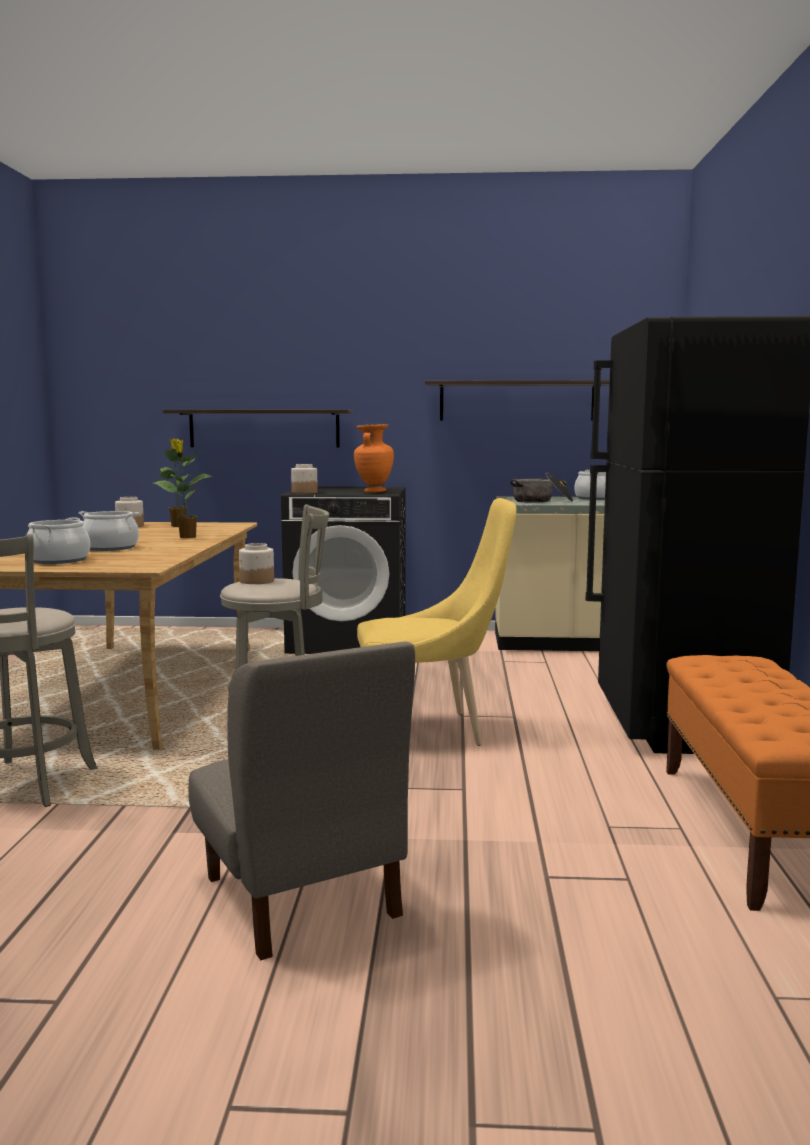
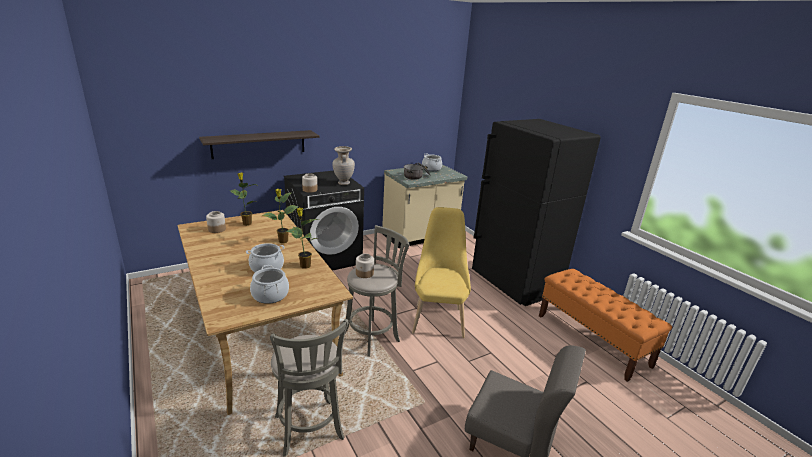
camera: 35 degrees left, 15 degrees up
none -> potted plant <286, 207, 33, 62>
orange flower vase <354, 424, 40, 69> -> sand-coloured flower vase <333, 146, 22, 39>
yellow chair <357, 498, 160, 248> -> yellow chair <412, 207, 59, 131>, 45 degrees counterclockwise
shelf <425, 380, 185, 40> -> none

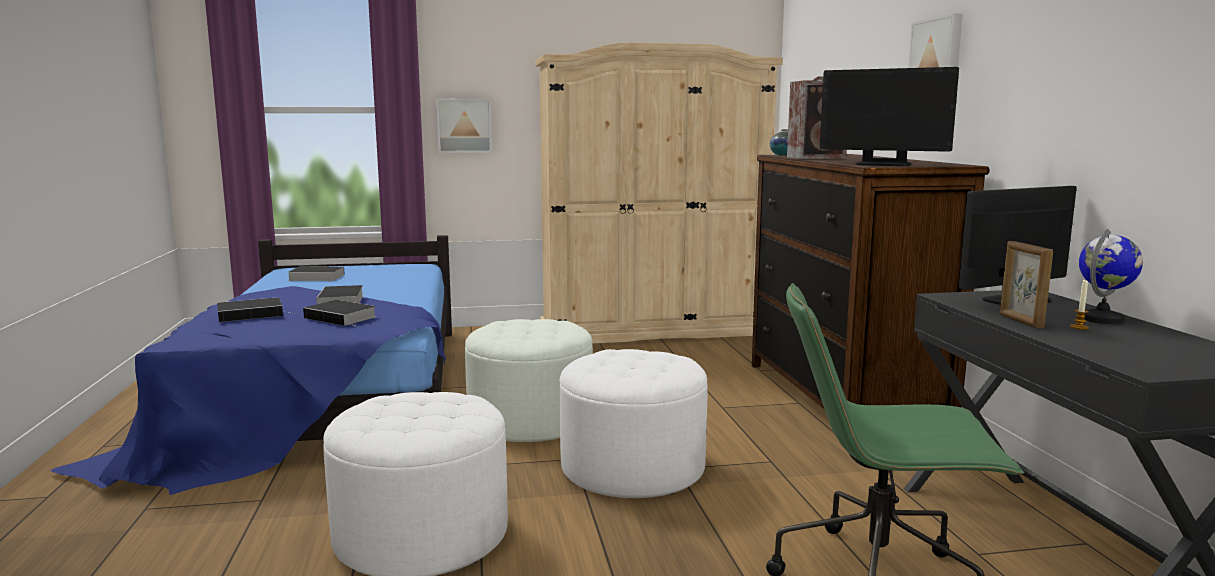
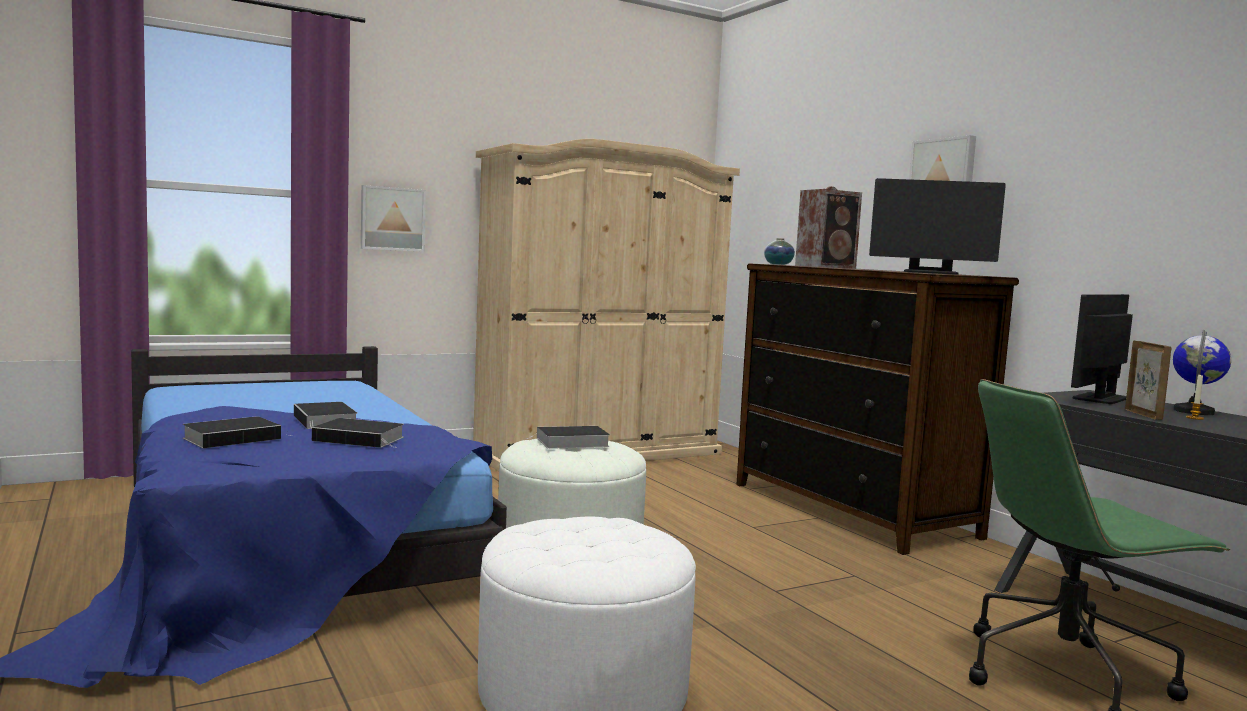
camera: 20 degrees left, 5 degrees down
bound book <287, 267, 58, 14> -> bound book <526, 426, 84, 23>, move
standing frame <1000, 241, 53, 88> -> standing frame <1125, 341, 46, 79>, 150 degrees counterclockwise
white-coloured ottoman <559, 349, 149, 149> -> none

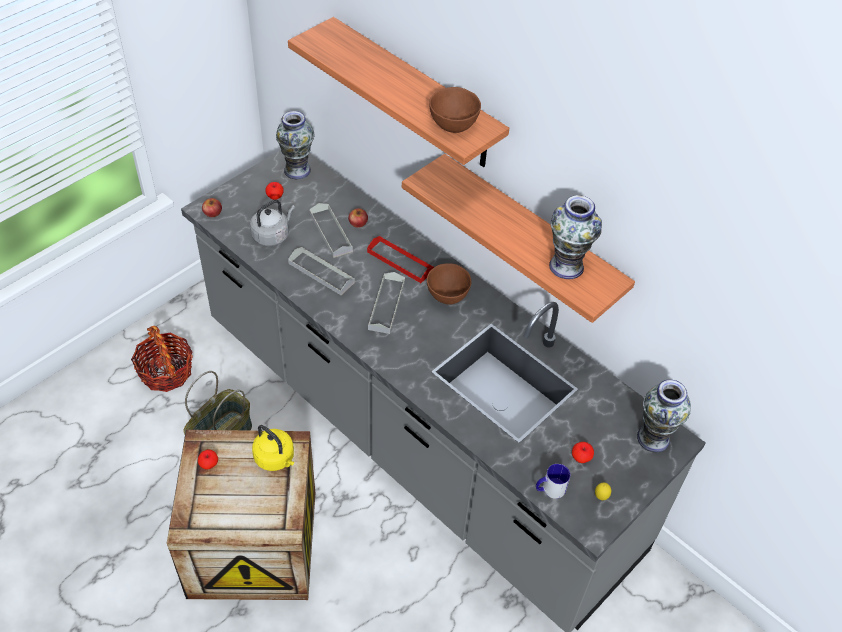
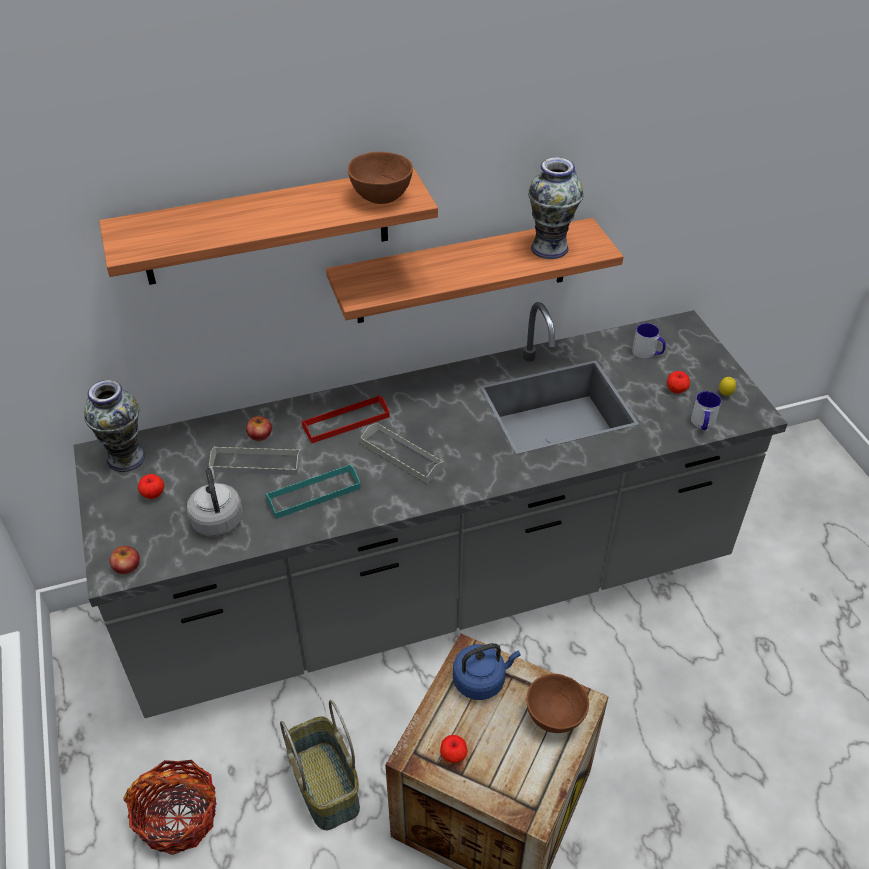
camera: 60 degrees left, 5 degrees down
grey tray <288, 247, 67, 48> -> blue-green tray <265, 464, 96, 55>
yellow water kettle <252, 425, 42, 46> -> blue-coloured water kettle <453, 643, 67, 57>
brown-coloured serving bowl <427, 263, 44, 42> -> brown-coloured serving bowl <526, 674, 63, 59>, move
none -> coffee mug <632, 323, 34, 36>
flower vase <637, 380, 54, 72> -> none

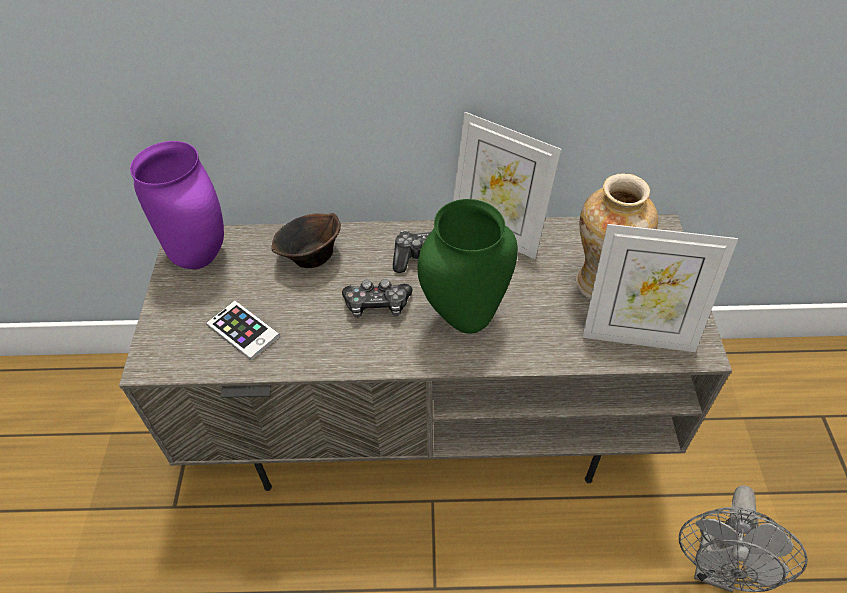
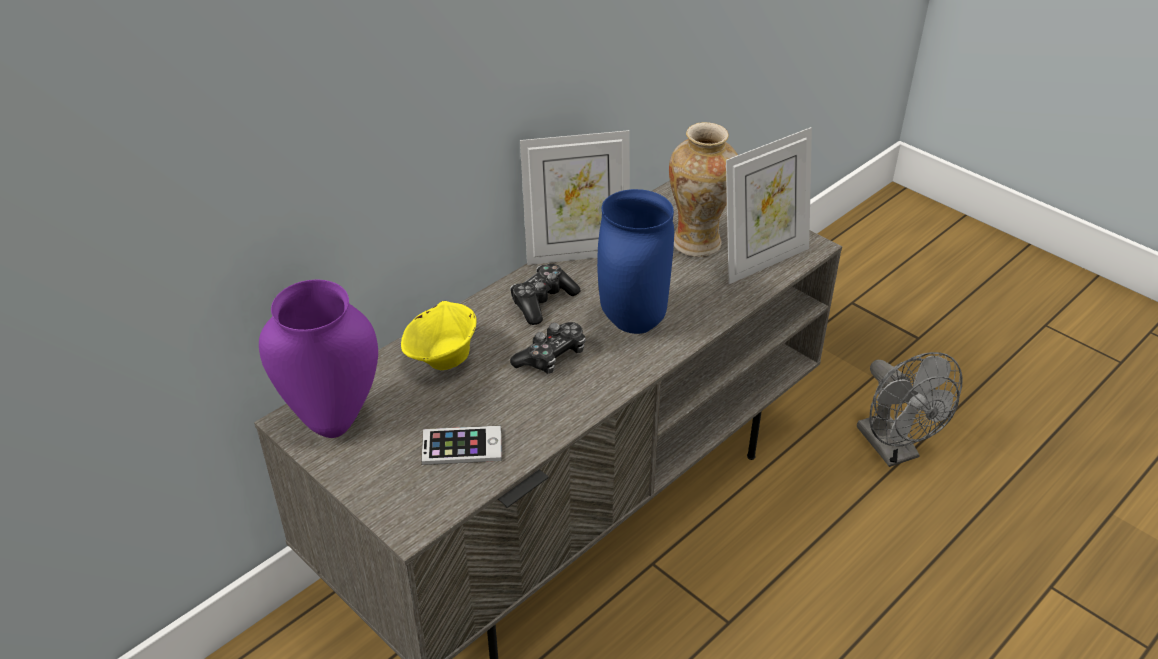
camera: 45 degrees left, 10 degrees down
brown-coloured serving bowl <272, 213, 69, 55> -> yellow serving bowl <401, 301, 76, 69>
green flower vase <418, 199, 100, 135> -> blue-coloured flower vase <597, 189, 77, 145>

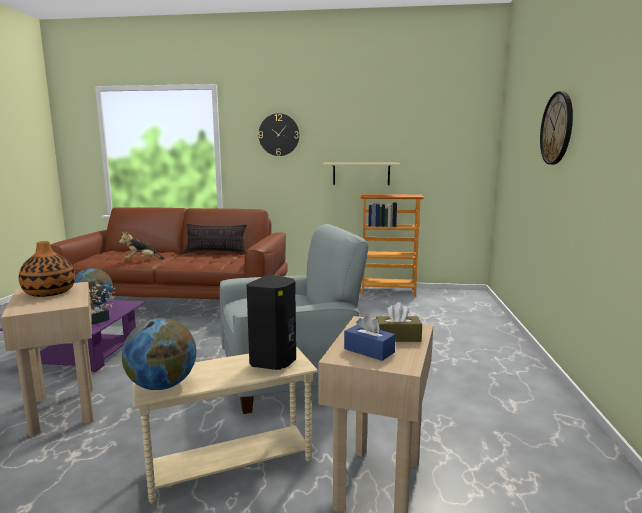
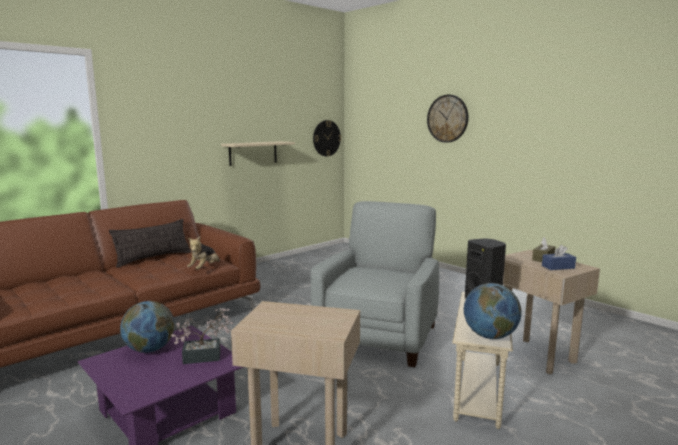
camera: 50 degrees left, 0 degrees up
cuddly toy <119, 232, 46, 27> -> cuddly toy <187, 236, 33, 33>, move
hanging clock <259, 113, 40, 43> -> hanging clock <313, 120, 28, 36>, move
flower vase <19, 241, 56, 56> -> none
bookshelf <360, 194, 65, 103> -> none

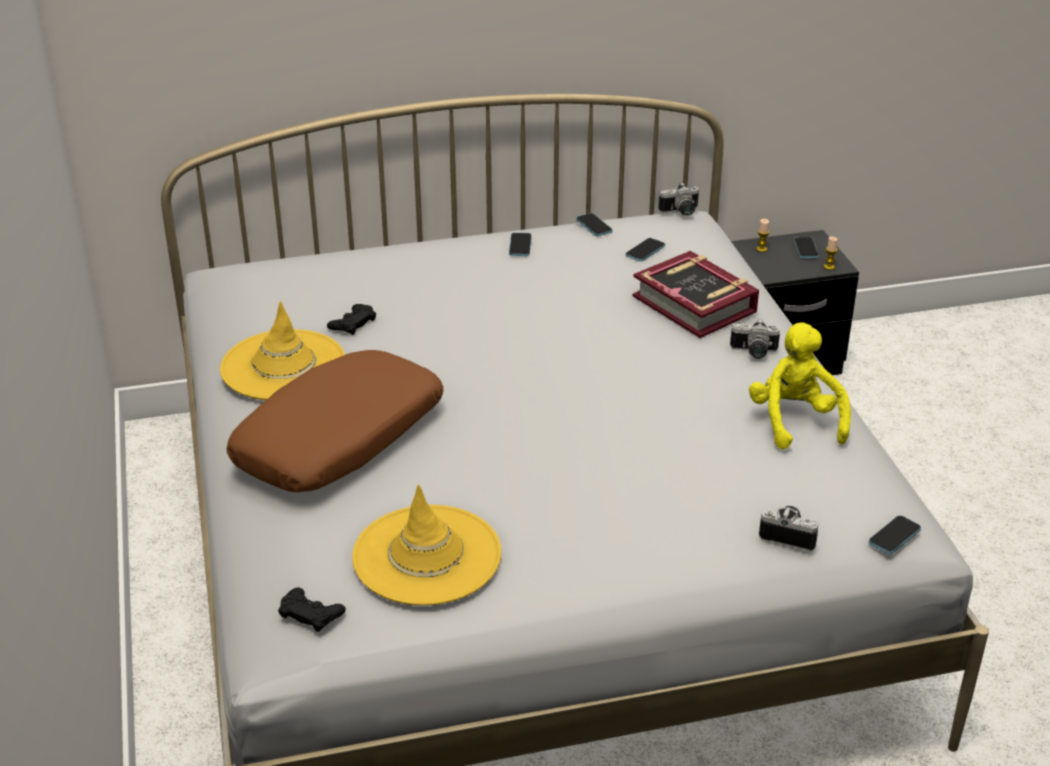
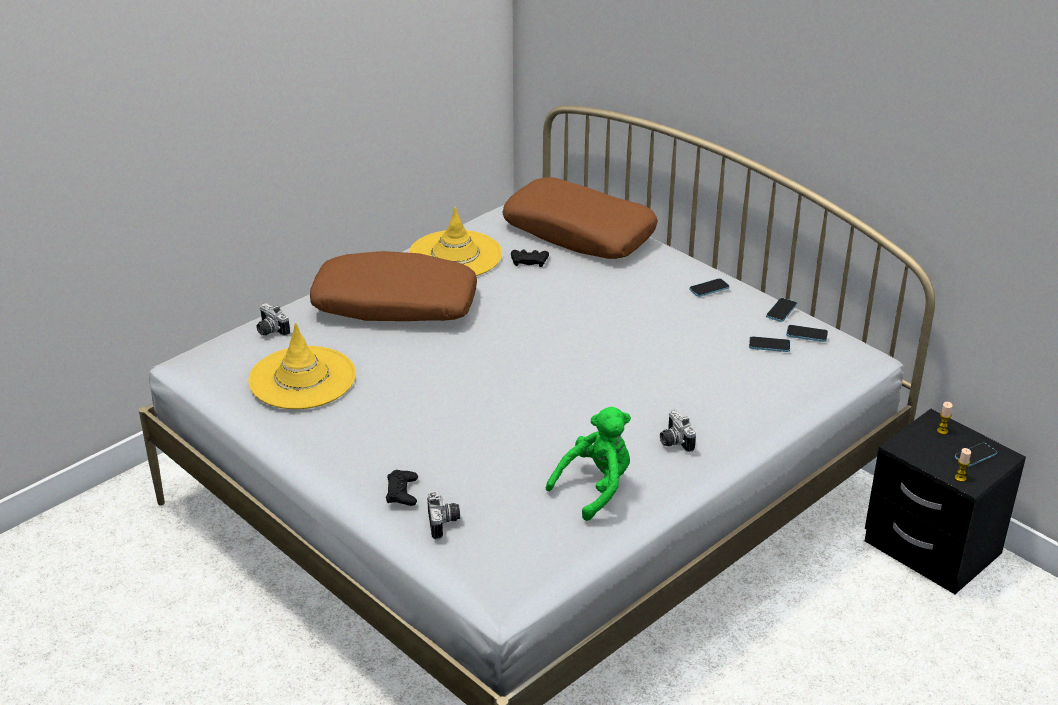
camera: 60 degrees right, 0 degrees up
still camera <658, 182, 41, 34> -> still camera <256, 303, 34, 33>, move
black-coloured game controller <278, 587, 68, 45> -> black-coloured game controller <386, 470, 32, 36>, move
none -> brown-coloured throw pillow <502, 177, 156, 82>
yellow cuddly toy <749, 322, 102, 128> -> green cuddly toy <546, 407, 85, 114>
handset <869, 515, 52, 39> -> handset <786, 325, 42, 17>, move
bound book <633, 251, 126, 87> -> none

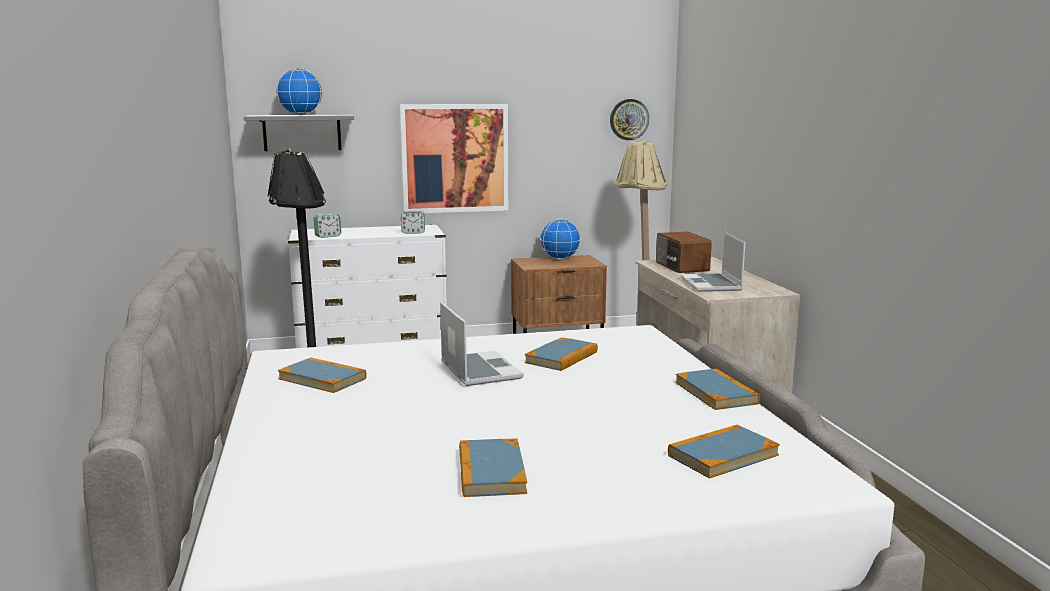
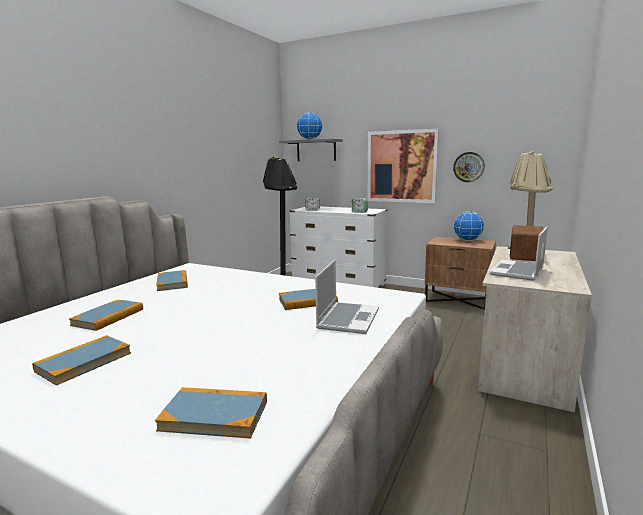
camera: 40 degrees right, 0 degrees up
bound book <675, 369, 85, 41> -> bound book <69, 300, 74, 31>, move
notebook computer <440, 302, 84, 84> -> notebook computer <315, 260, 64, 74>, move
hanging clock <610, 99, 39, 41> -> hanging clock <453, 152, 32, 30>, move

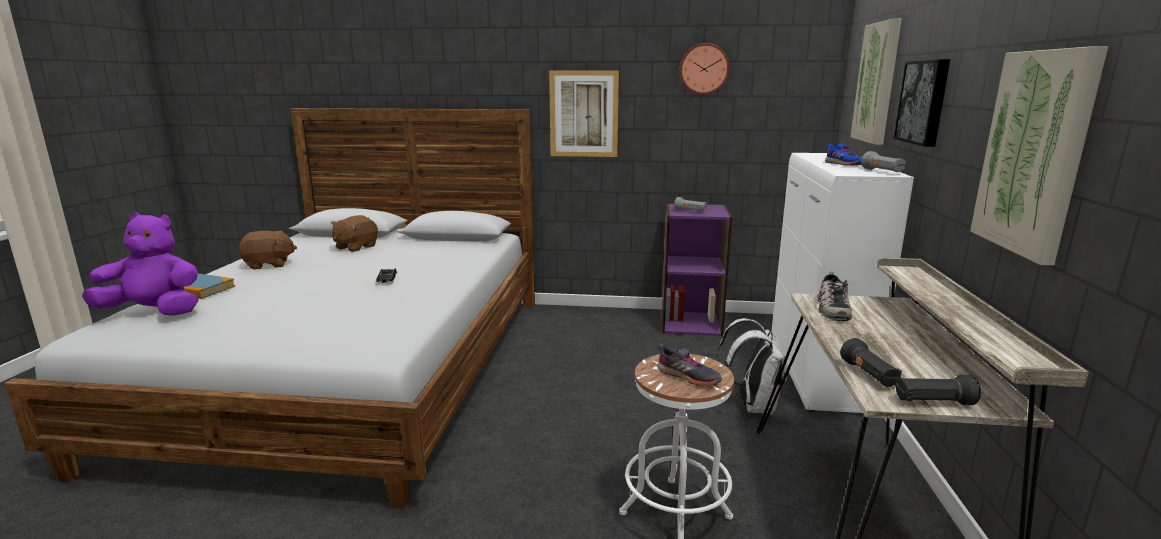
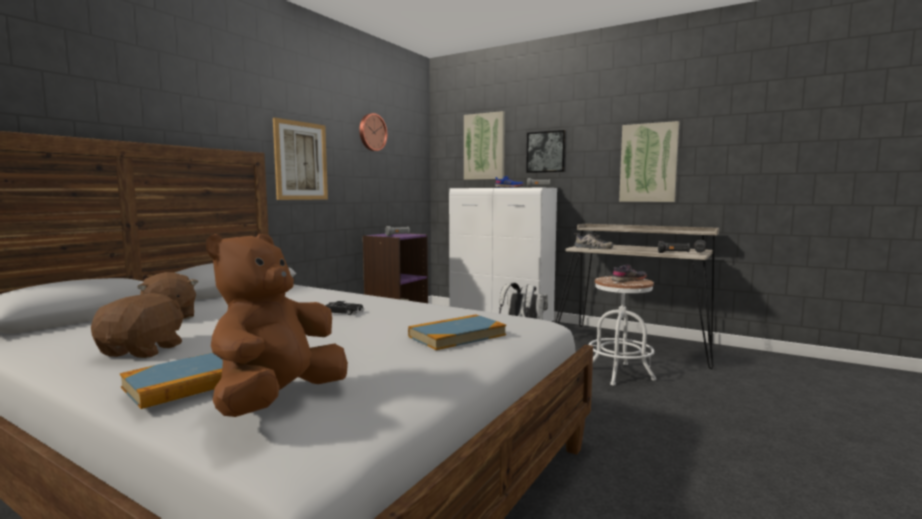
camera: 65 degrees left, 10 degrees down
purplish cuddly toy <82, 212, 117, 104> -> brown-coloured cuddly toy <206, 234, 142, 183>
none -> bound book <408, 314, 98, 36>

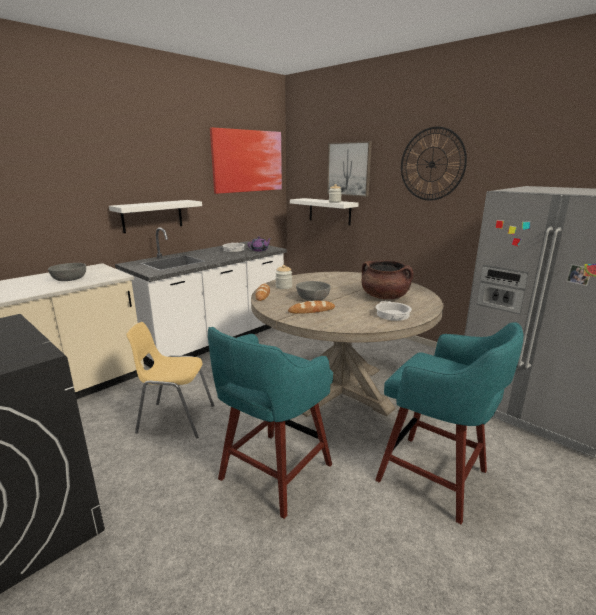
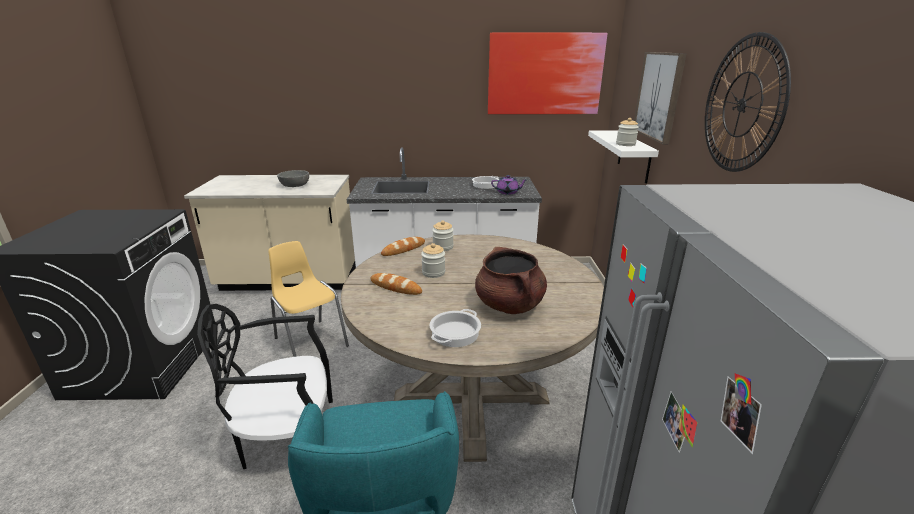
camera: 45 degrees right, 5 degrees up
blue-green stool <208, 327, 125, 192> -> black-coloured chair <197, 304, 136, 165>
grey serving bowl <296, 281, 35, 20> -> storage jar <421, 243, 24, 35>
white-coloured shelf <109, 200, 93, 33> -> none

